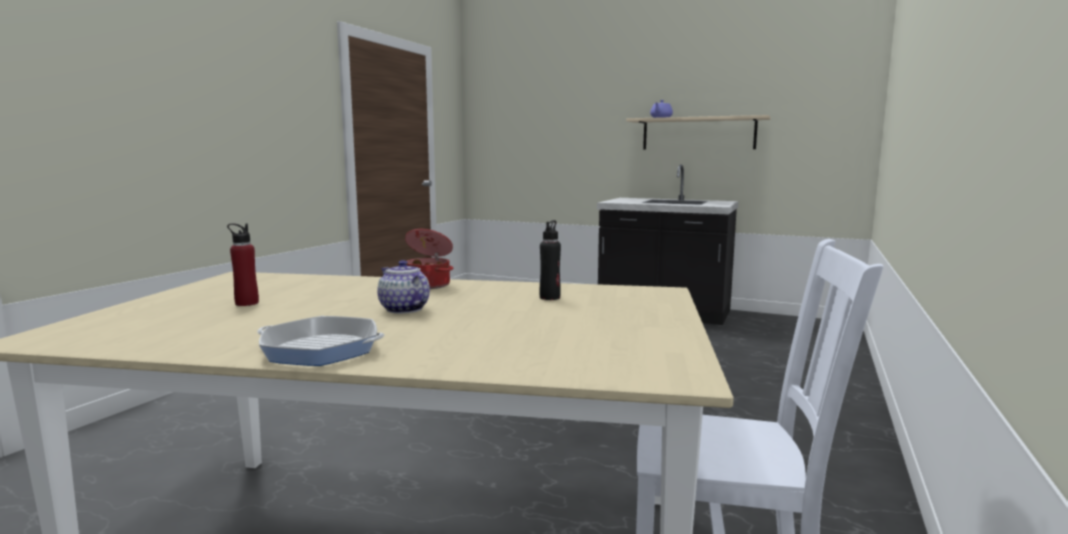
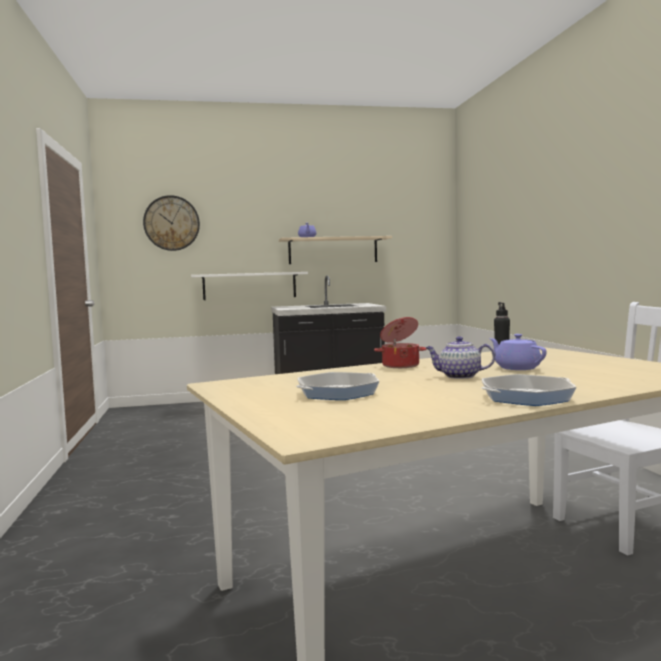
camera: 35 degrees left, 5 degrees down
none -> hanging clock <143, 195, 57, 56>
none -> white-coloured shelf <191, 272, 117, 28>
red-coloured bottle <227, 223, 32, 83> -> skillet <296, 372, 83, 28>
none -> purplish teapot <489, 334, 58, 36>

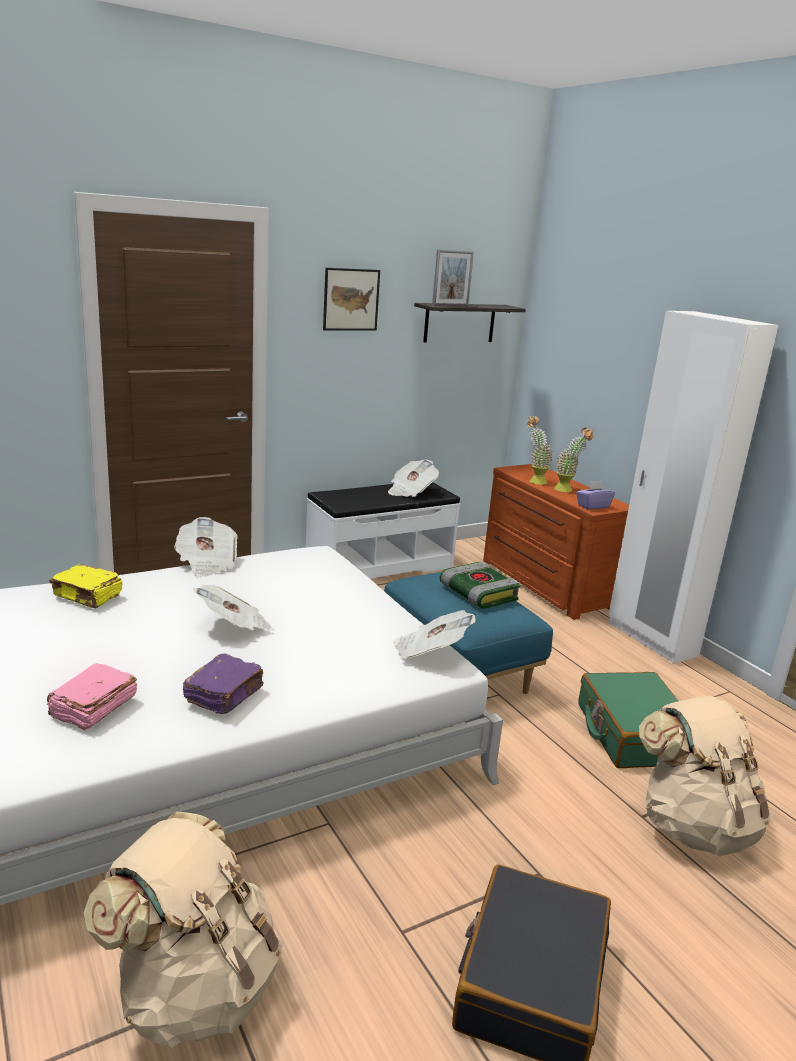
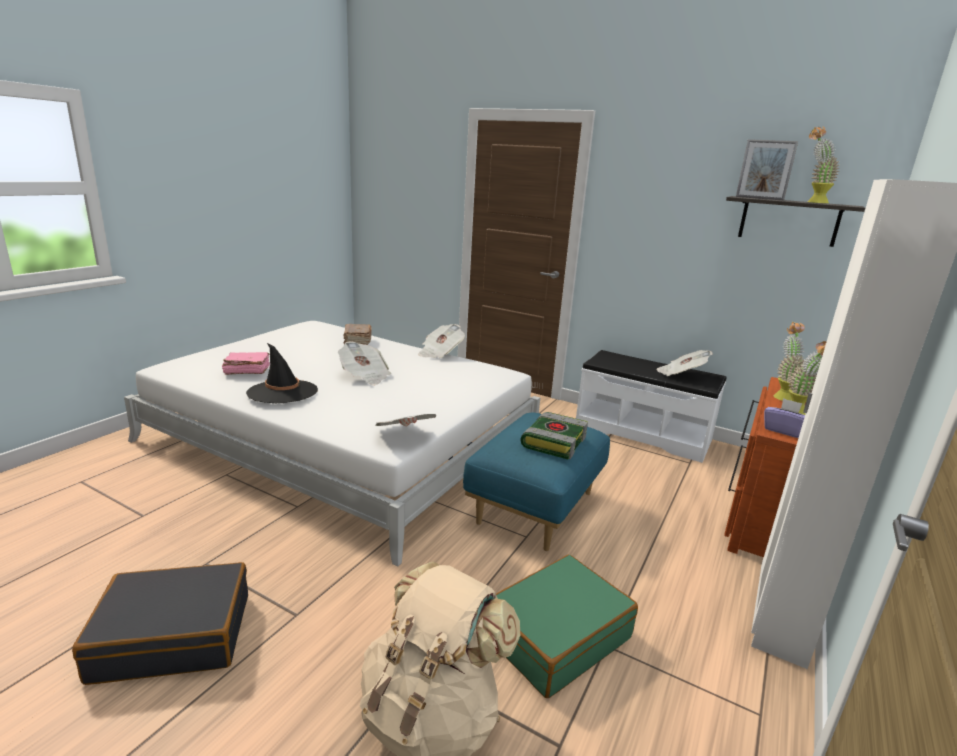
camera: 60 degrees right, 0 degrees up
purplish bound book <182, 654, 82, 60> -> black-coloured wearable hat <246, 343, 72, 60>
yellow bound book <49, 564, 73, 44> -> brown-coloured bound book <344, 324, 28, 21>
none -> potted plant <807, 126, 32, 77>
sand-coloured rucksack <84, 812, 199, 236> -> none
wall picture <323, 268, 57, 63> -> none

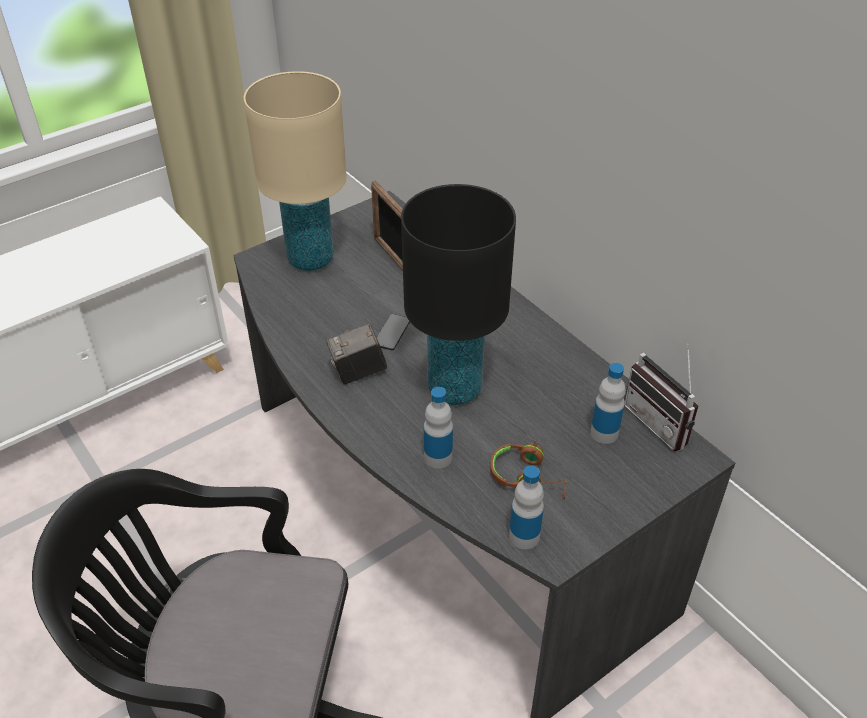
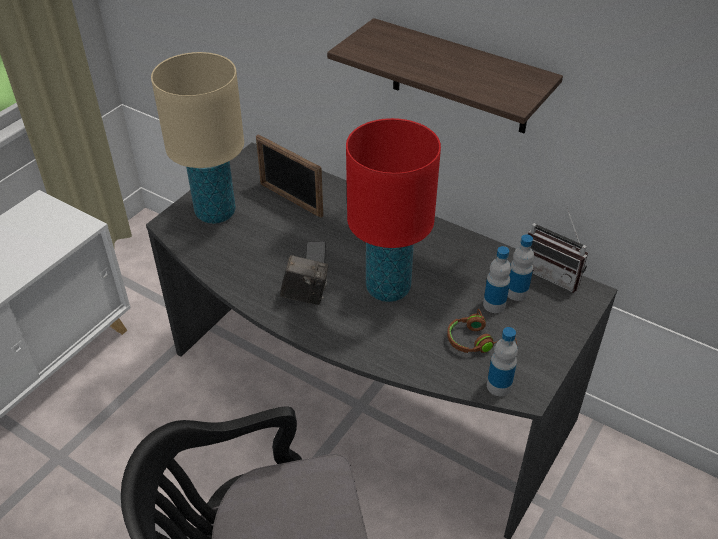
camera: 20 degrees left, 0 degrees up
still camera <326, 323, 61, 62> -> still camera <280, 255, 48, 50>, 135 degrees counterclockwise
none -> shelf <327, 18, 236, 115>
black-coloured lamp for a table <401, 184, 115, 221> -> red-coloured lamp for a table <346, 118, 95, 184>
bottle <424, 387, 29, 82> -> bottle <483, 246, 28, 67>, move

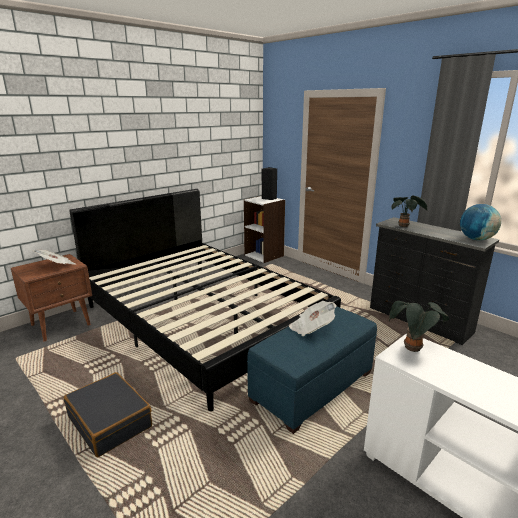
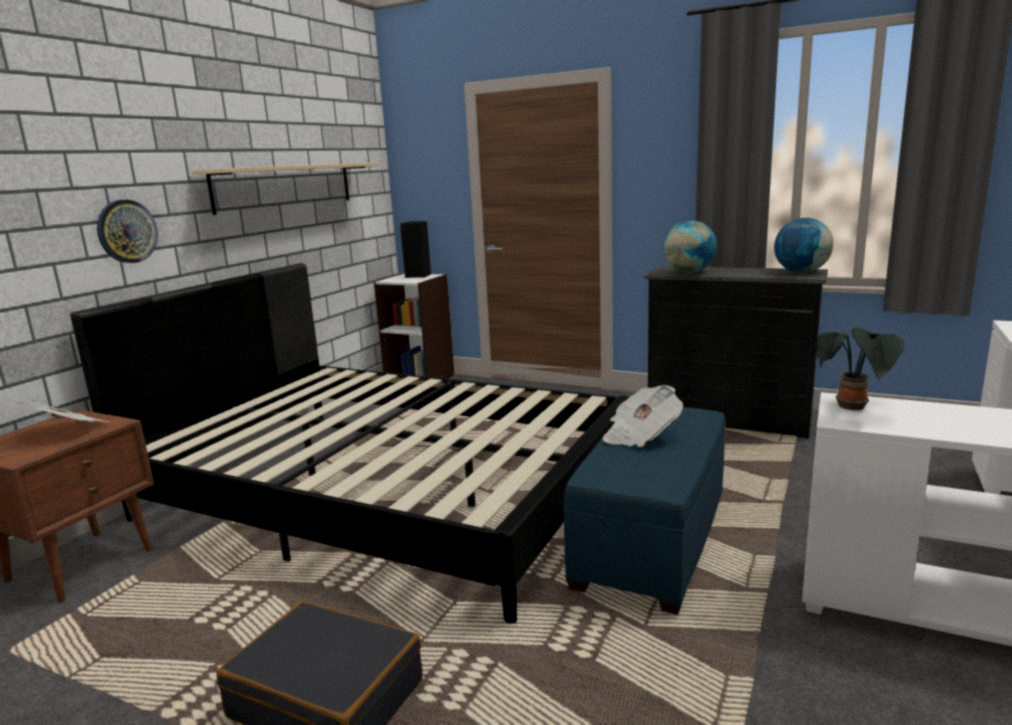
camera: 20 degrees left, 5 degrees down
none -> hanging clock <97, 200, 61, 63>
none -> sand-coloured shelf <192, 163, 186, 52>
potted plant <391, 196, 37, 31> -> globe <663, 220, 54, 53>

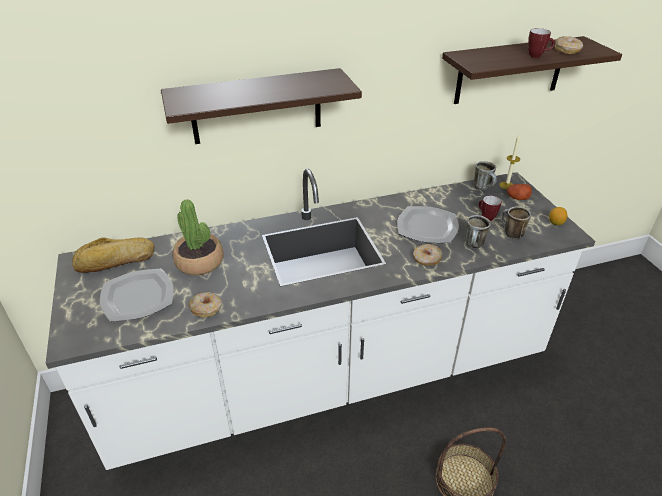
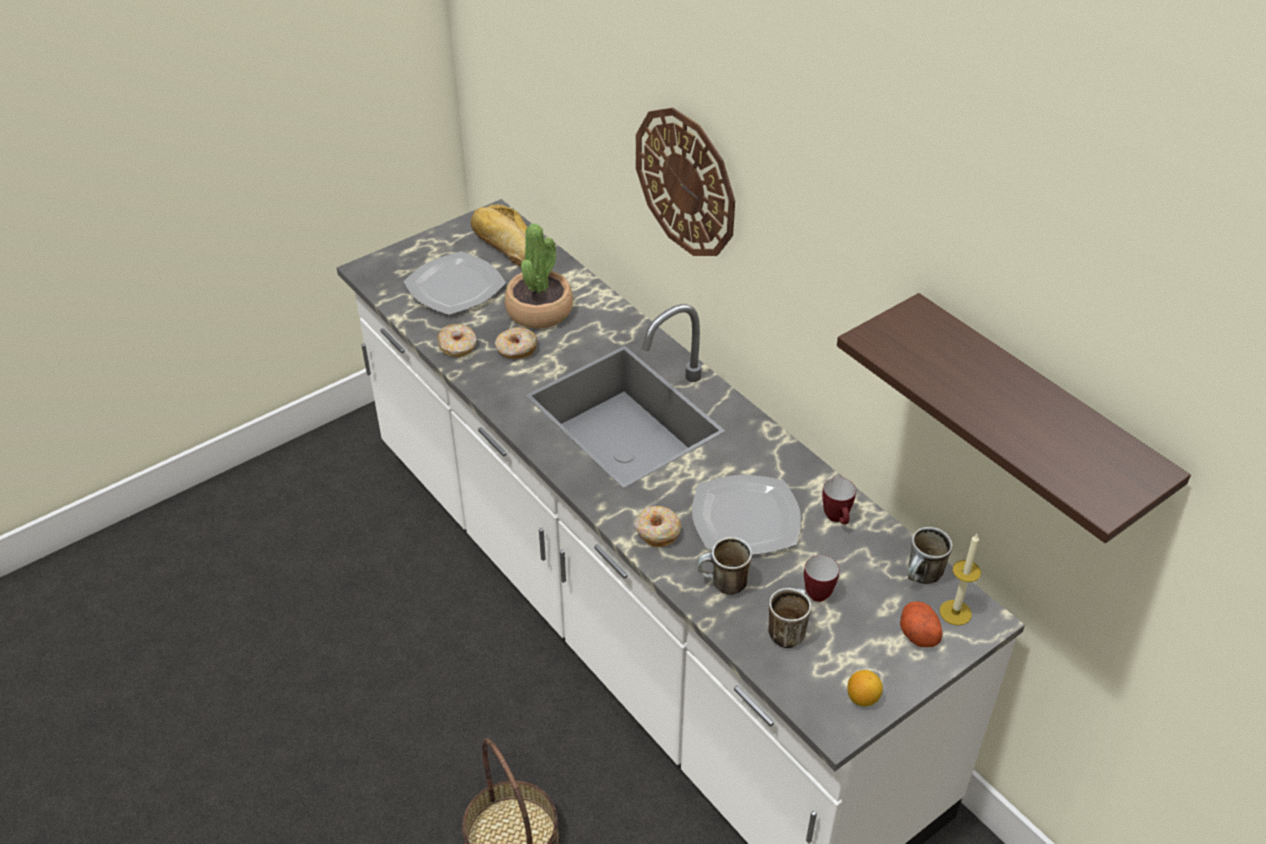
camera: 70 degrees right, 5 degrees up
doughnut <555, 36, 28, 18> -> doughnut <495, 327, 42, 32>, move
shelf <161, 68, 201, 76> -> hanging clock <636, 108, 99, 148>
coffee mug <528, 28, 27, 30> -> coffee mug <822, 477, 34, 48>, move

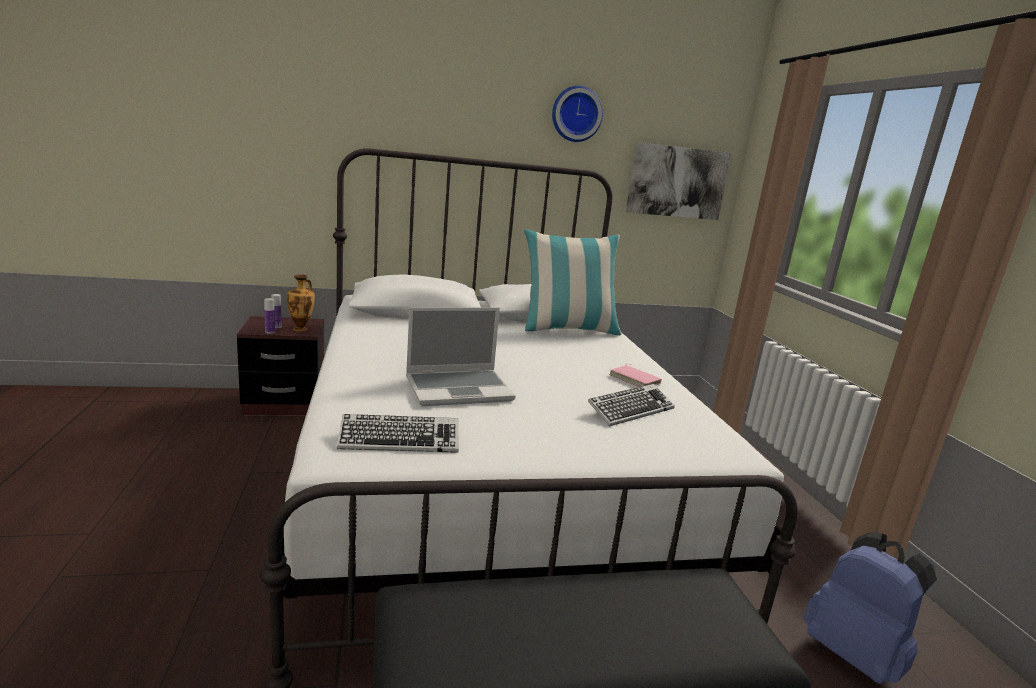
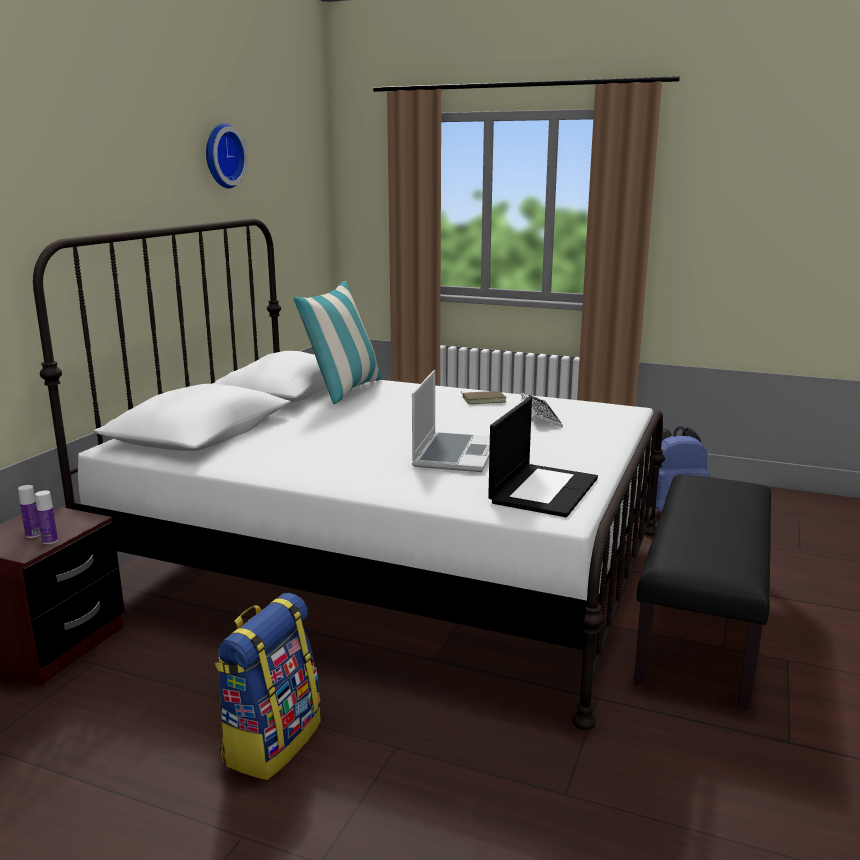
camera: 55 degrees left, 0 degrees up
none -> rucksack <215, 593, 106, 187>
pinkish bound book <609, 364, 53, 23> -> brown-coloured bound book <461, 391, 46, 13>
PC keyboard <337, 414, 122, 39> -> notebook computer <488, 397, 110, 120>
flower vase <287, 274, 28, 58> -> none
wall picture <626, 142, 106, 78> -> none

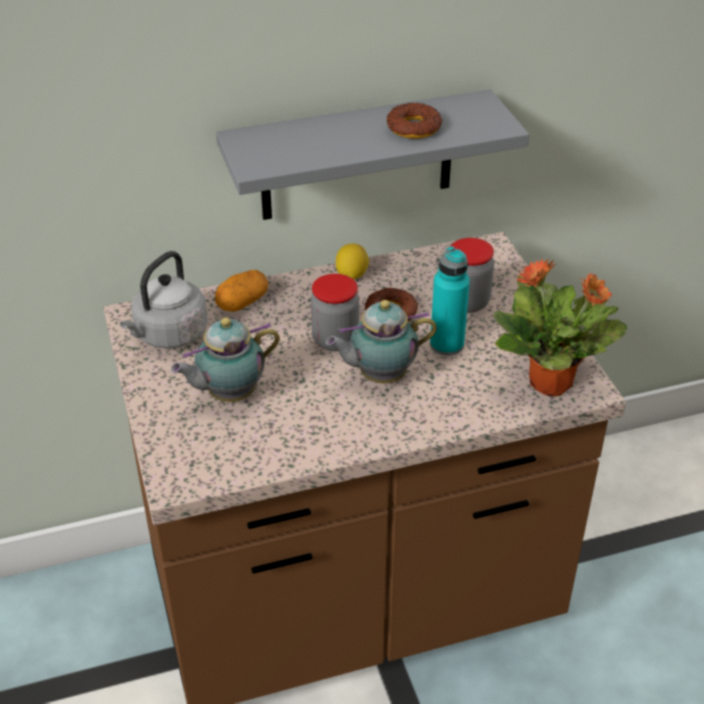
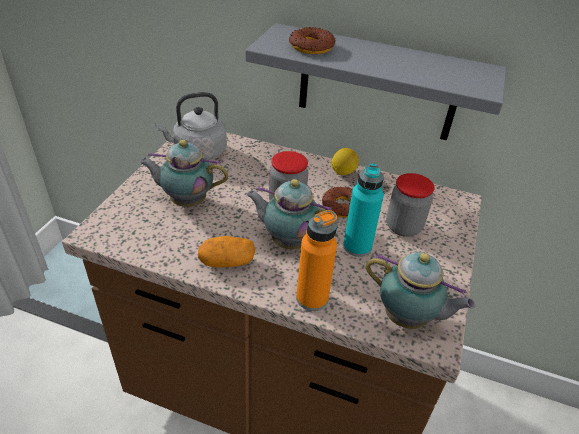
camera: 35 degrees right, 0 degrees up
spud <215, 270, 54, 42> -> spud <198, 236, 57, 32>, move
doughnut <387, 103, 55, 36> -> doughnut <289, 27, 46, 27>, move
none -> orange bottle <296, 210, 42, 101>
potted plant <493, 259, 135, 137> -> teapot <366, 252, 109, 77>

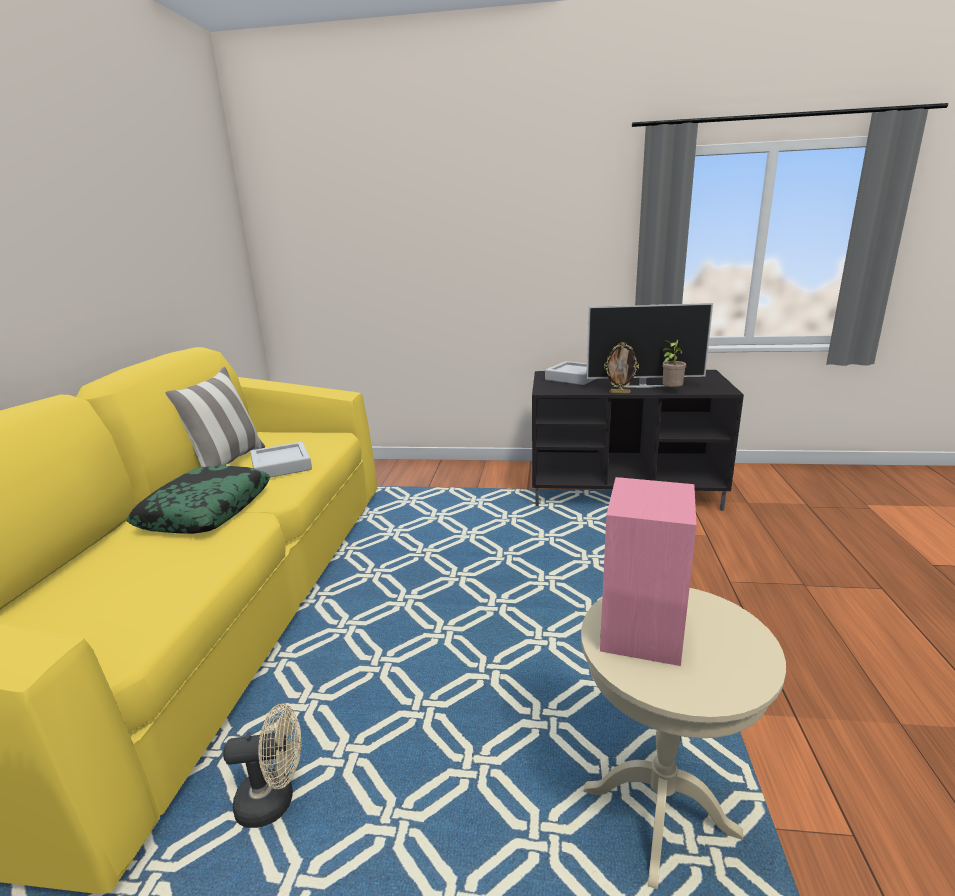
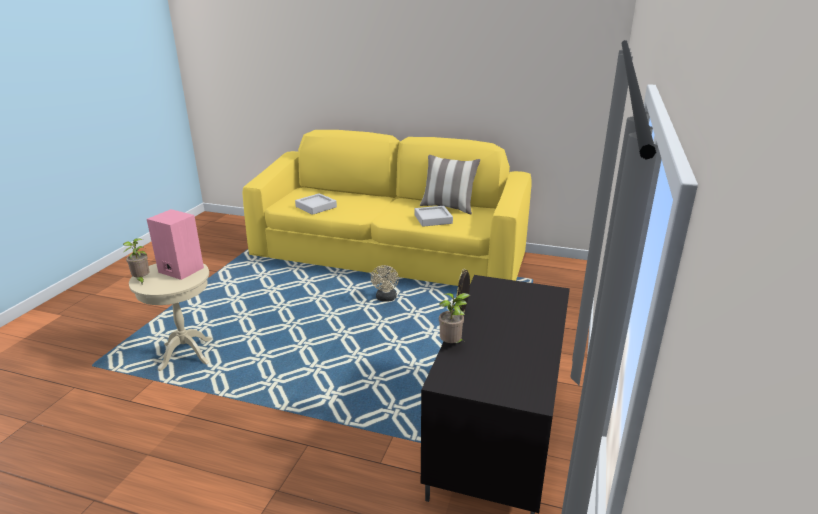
camera: 100 degrees right, 5 degrees up
none -> potted plant <123, 238, 27, 46>
grey tray <545, 361, 50, 24> -> grey tray <295, 193, 42, 22>, move
sand-coloured cooling fan <223, 704, 78, 124> -> sand-coloured cooling fan <371, 265, 28, 37>, move
throw pillow <126, 466, 144, 68> -> none
TV set <586, 303, 127, 85> -> none

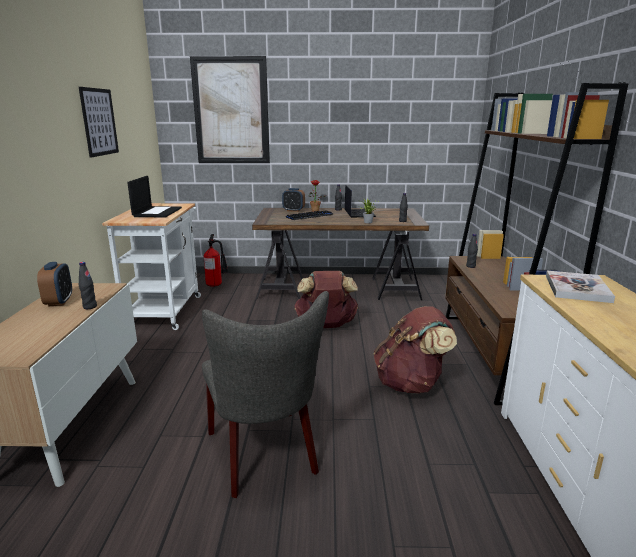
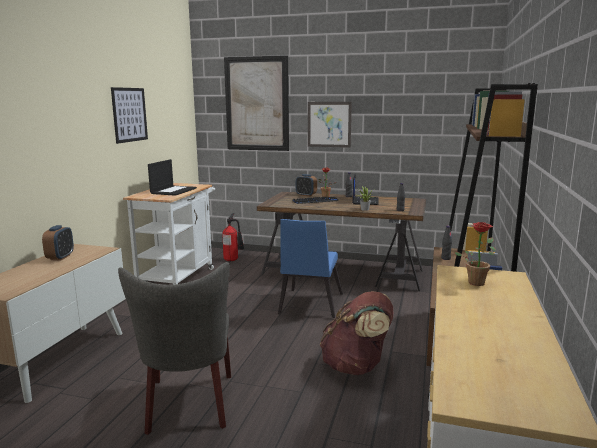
camera: 15 degrees right, 5 degrees down
brown-coloured rucksack <294, 271, 64, 57> -> blue-coloured chair <278, 219, 65, 99>
none -> wall picture <308, 102, 44, 46>
bound book <546, 271, 69, 32> -> potted plant <454, 222, 42, 64>
black-coloured bottle <79, 262, 18, 47> -> none

